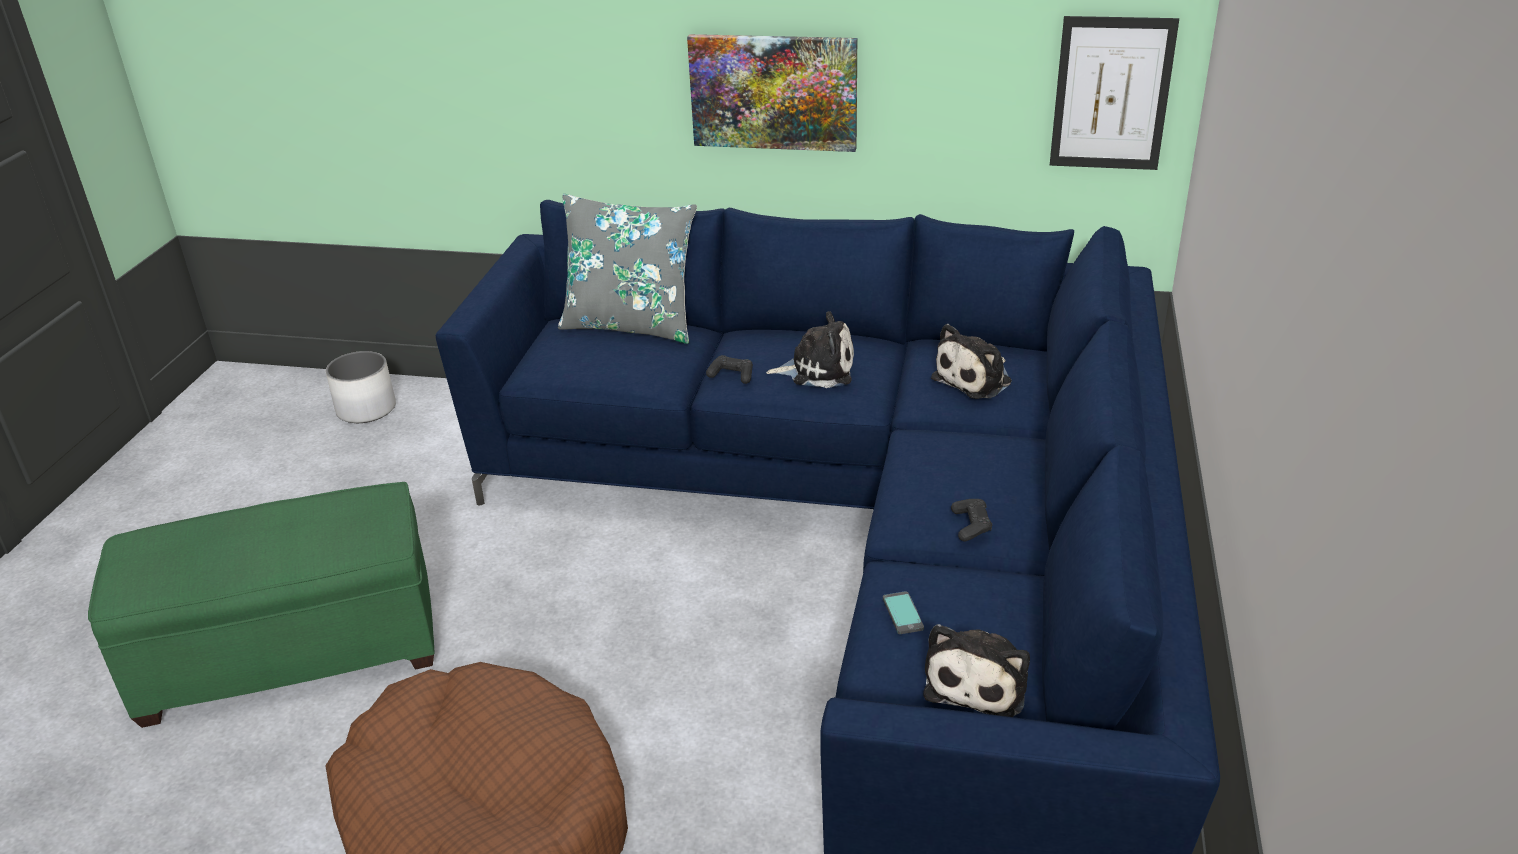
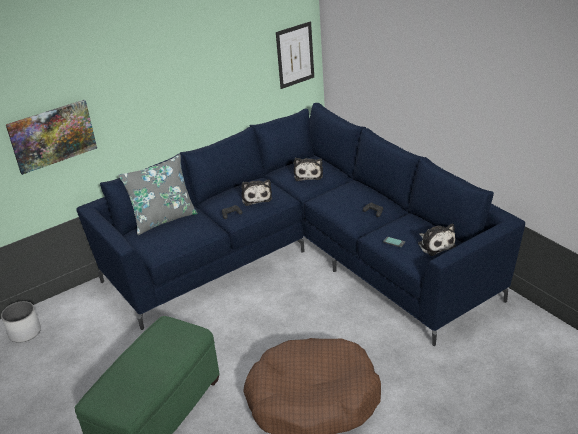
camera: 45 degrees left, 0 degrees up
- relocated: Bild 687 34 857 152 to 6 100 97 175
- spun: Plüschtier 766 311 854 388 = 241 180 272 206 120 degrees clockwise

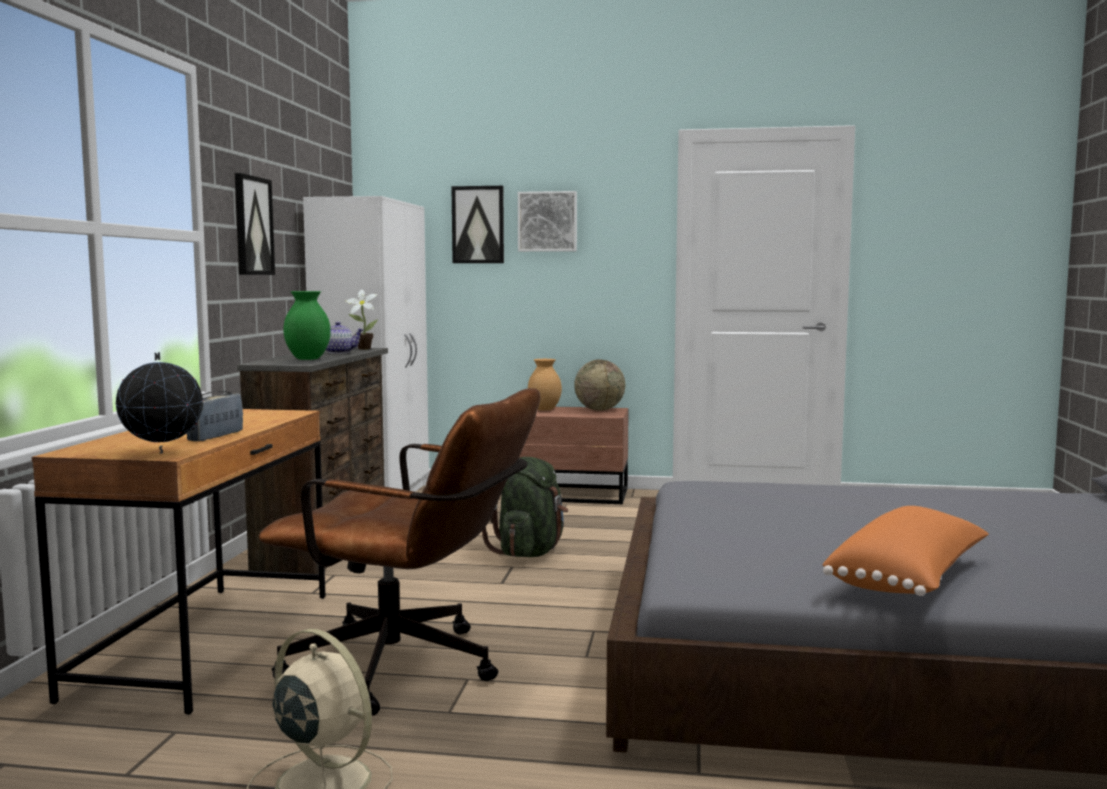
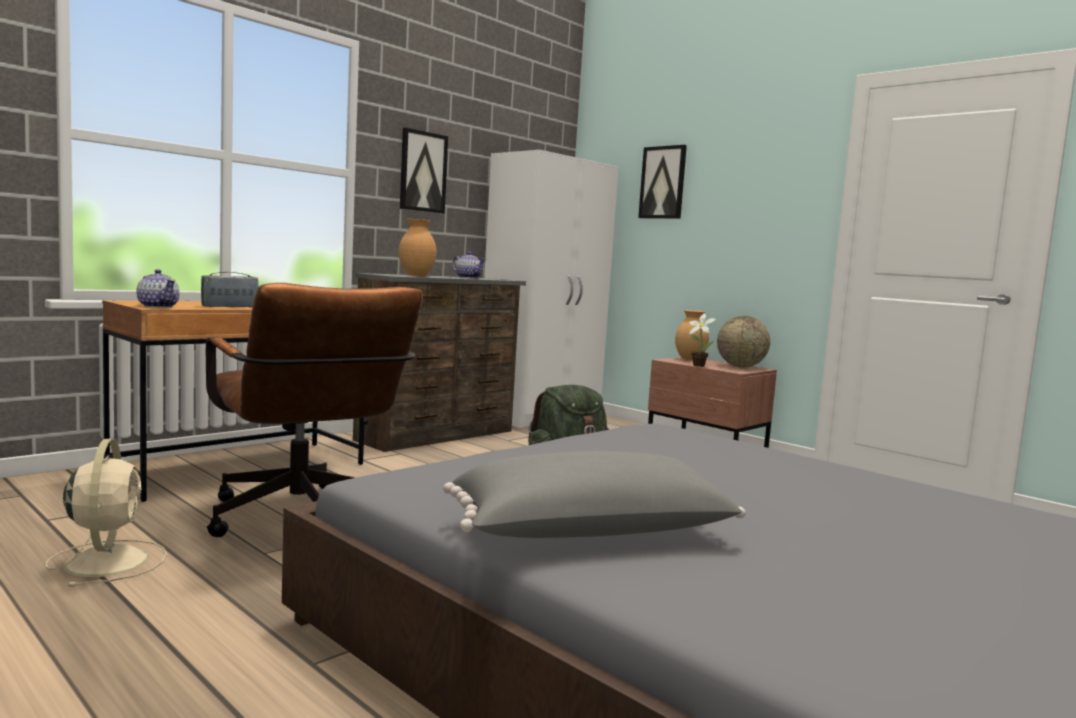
camera: 35 degrees right, 0 degrees up
- missing: Bild 518 191 577 252
- relocated: Topfpflanze 346 289 378 349 to 689 313 716 367
- exchanged: Globus 116 352 203 454 to Teekanne 136 269 180 308
- colour: Vase/grün 283 291 331 360 to Vase/braun 399 219 437 276
- colour: Kissen/orange 823 506 989 596 to Kissen/grau 443 451 746 538

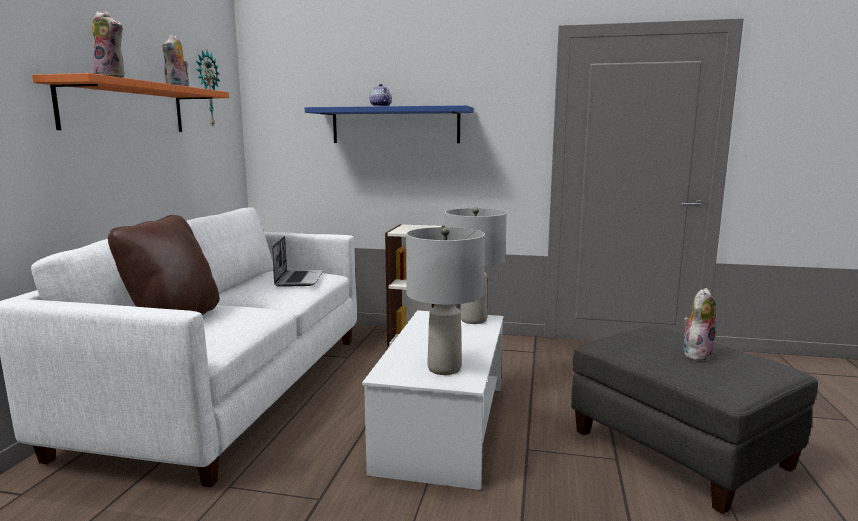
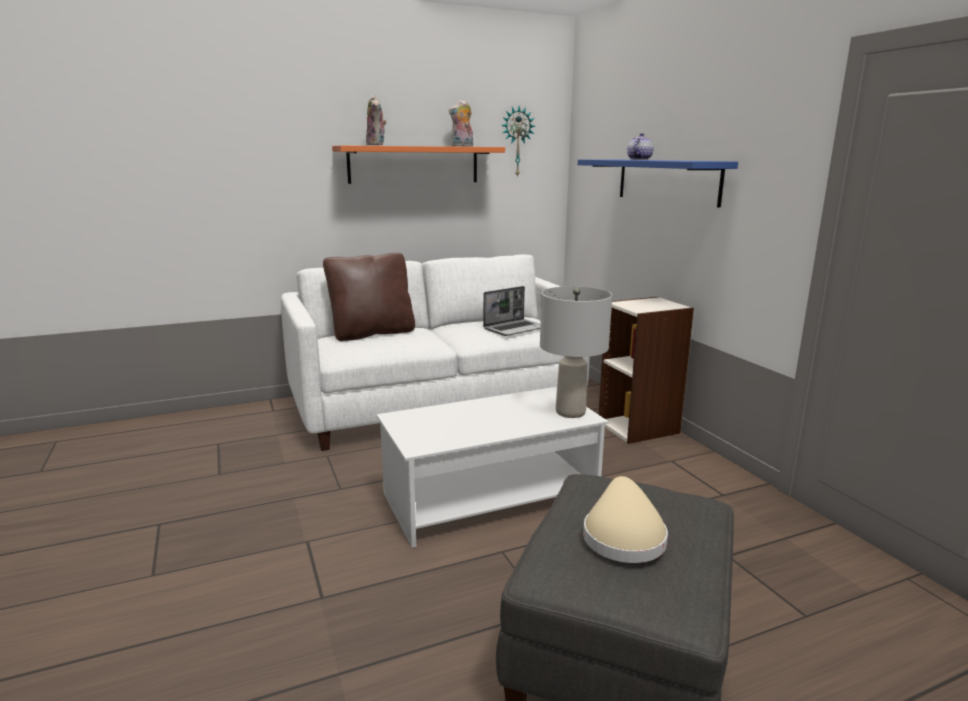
camera: 55 degrees right, 5 degrees up
- missing: Tischlampe/grau 406 227 485 375
- exchanged: Plüschtier 683 288 716 360 to Hut/beige 583 476 668 563

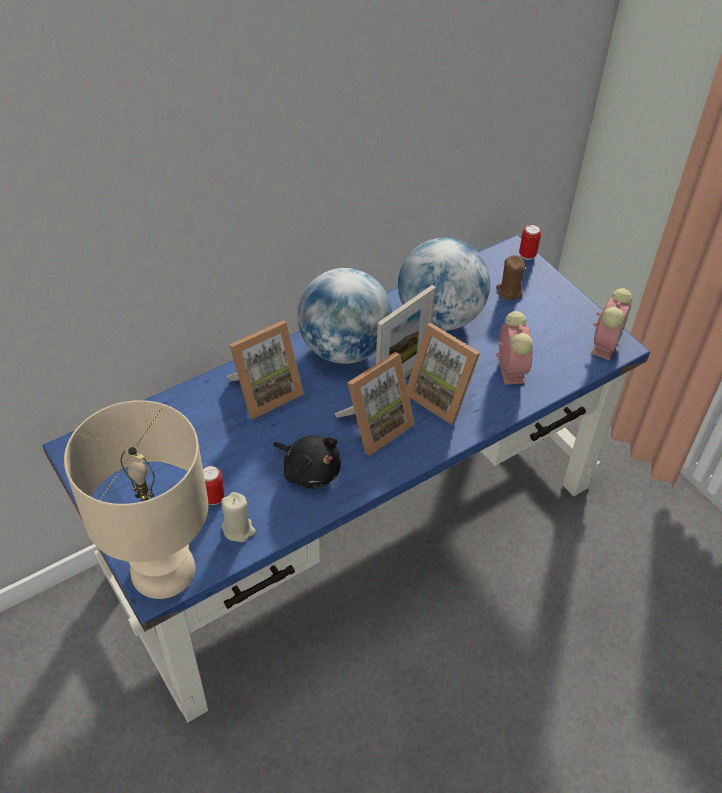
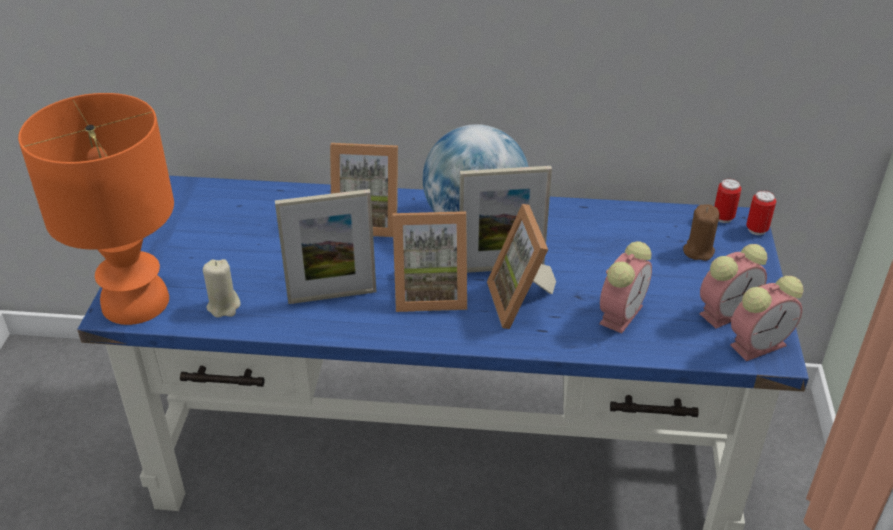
camera: 40 degrees right, 10 degrees down
- missing: Globus 398 238 490 331
- appeared: Wecker 700 244 768 328
- relocated: Dose 203 466 225 505 to 714 178 741 223
- exchanged: Plüschtier/schwarz 273 435 341 489 to Bilderrahmen 275 189 376 304
- colour: Tischlampe/beige 64 400 208 599 to Tischlampe/orange 18 93 174 325

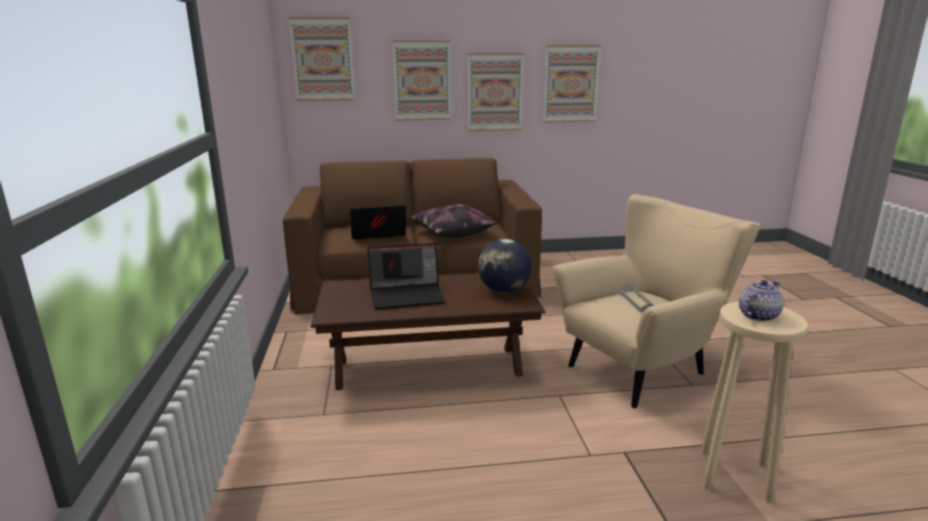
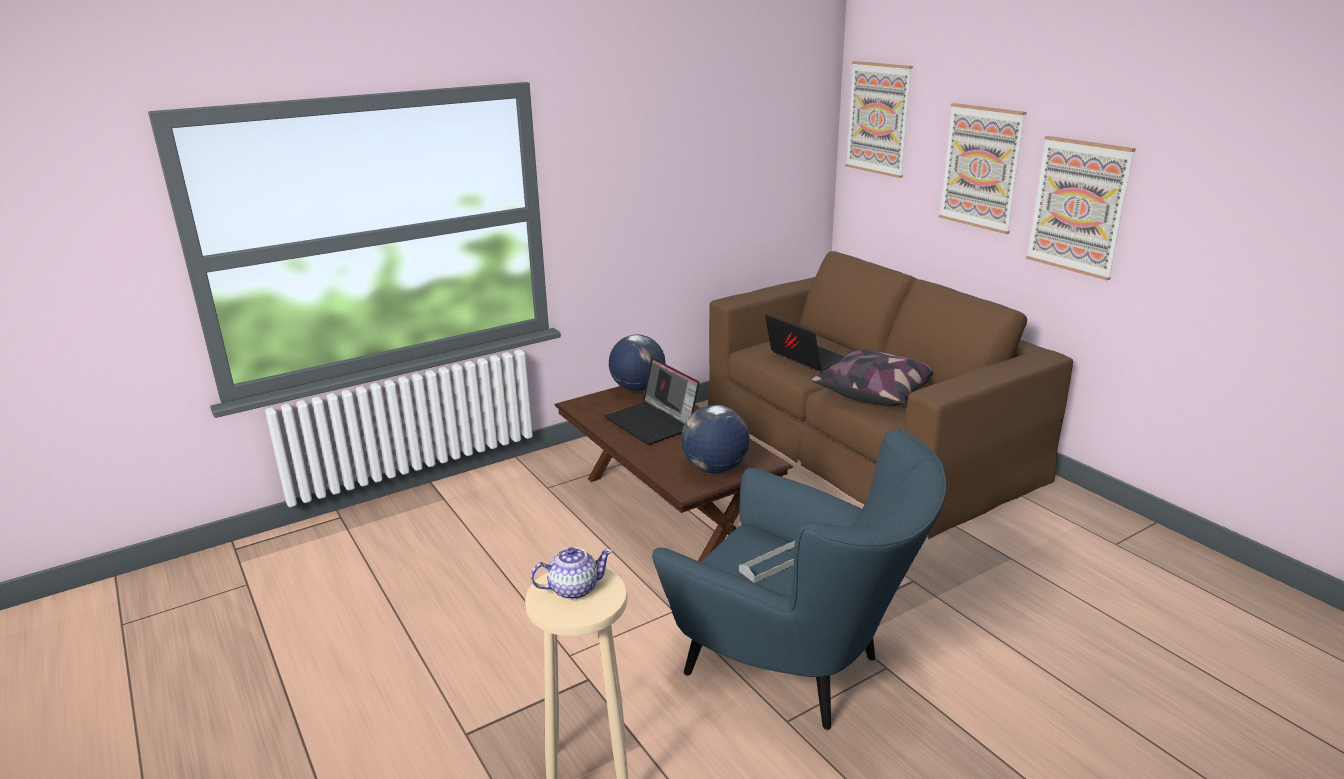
camera: 65 degrees right, 5 degrees up
- missing: Bild 543 45 601 123
- appeared: Globus 609 334 666 392
- colour: Sessel/beige 553 194 761 409 to Sessel/blau 652 430 947 730
- spun: Teekanne 739 280 783 322 = 530 547 613 600 45 degrees counterclockwise

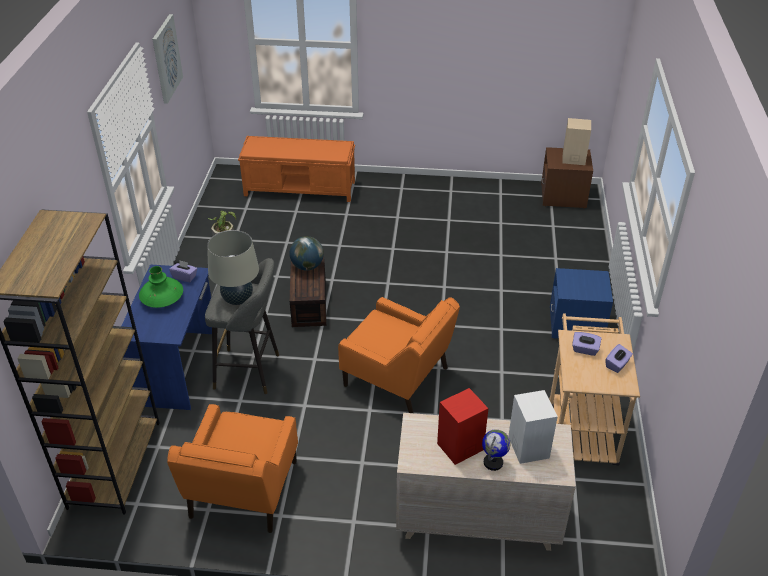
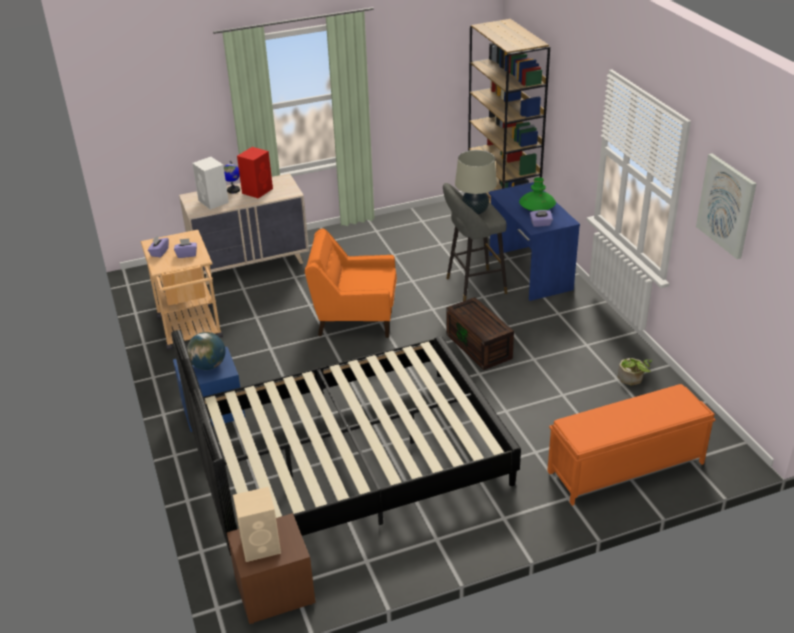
camera: 155 degrees right, 5 degrees down
- missing: Sessel/orange 167 404 298 533
- appeared: Bett/schwarz 171 330 521 556
- relocated: Globus 289 236 324 270 to 187 332 226 370

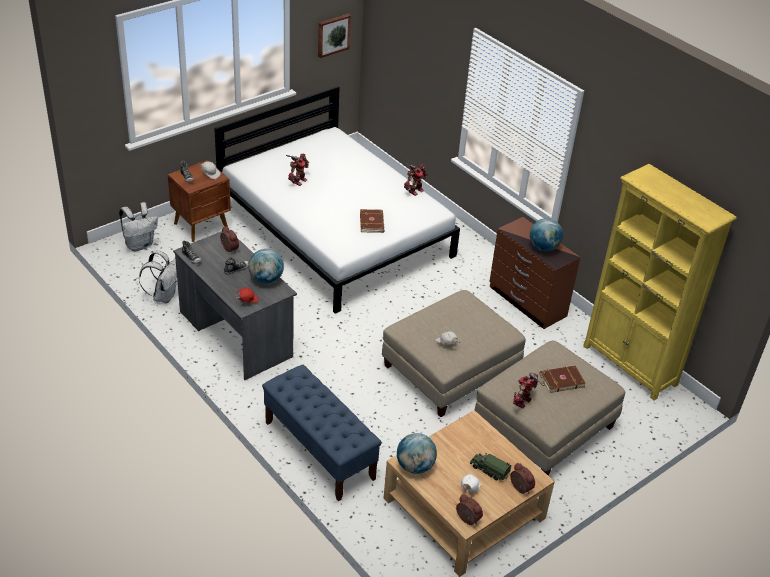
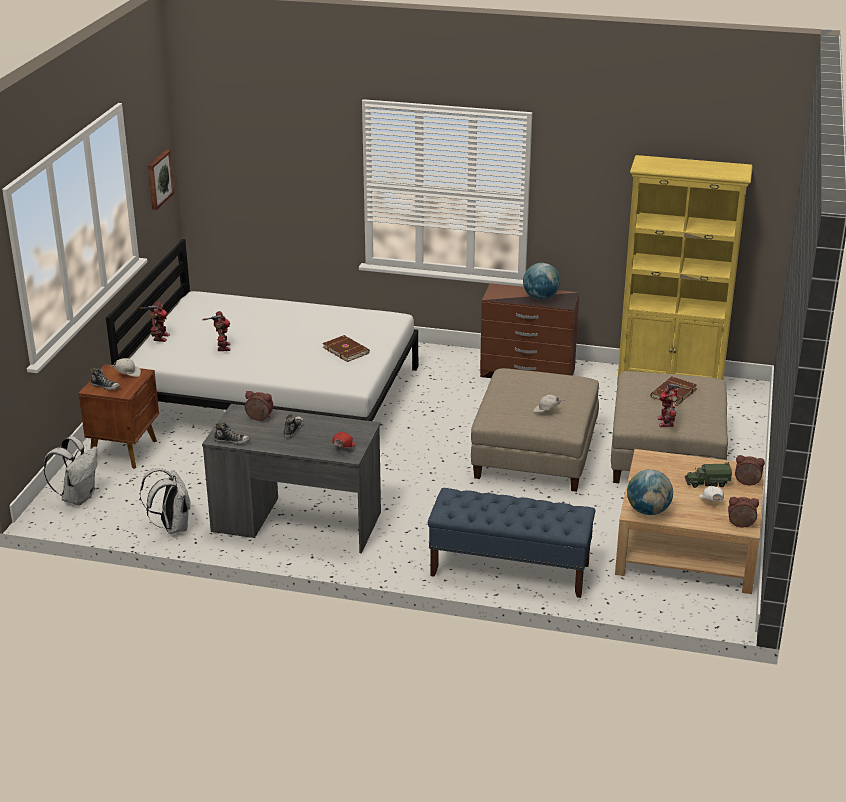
camera: 35 degrees left, 10 degrees down
- missing: Globus 248 249 284 284
- relocated: Spielzeugroboter 404 163 428 196 to 139 302 170 342

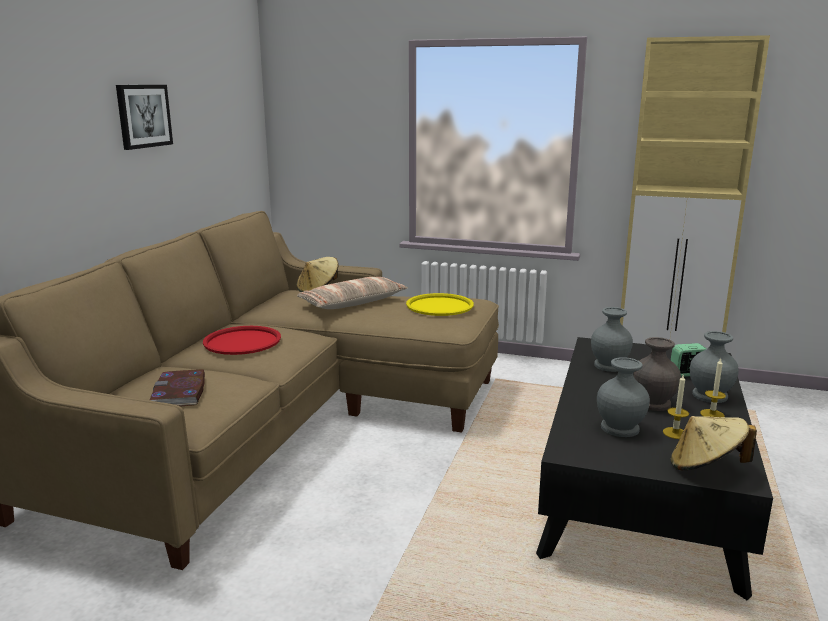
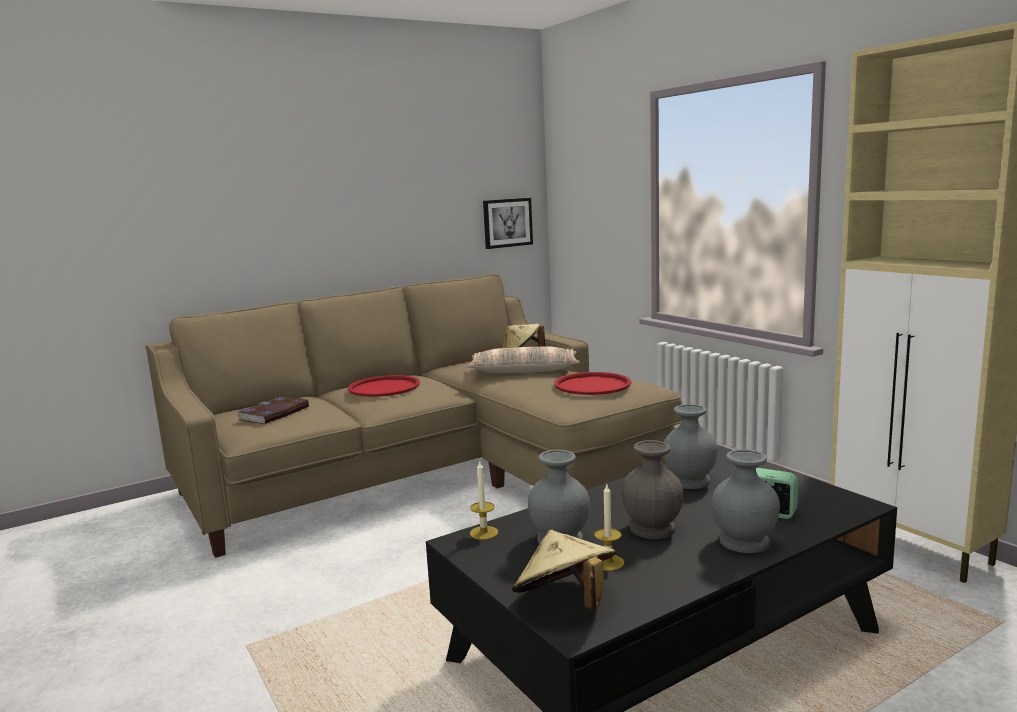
camera: 40 degrees right, 5 degrees down
- relocated: Bild 116 85 173 150 to 483 198 533 249
- relocated: Kerze 700 358 726 417 to 470 460 498 540
- colour: Tablett/gelb 406 293 474 316 to Tablett/rot 554 372 631 395

